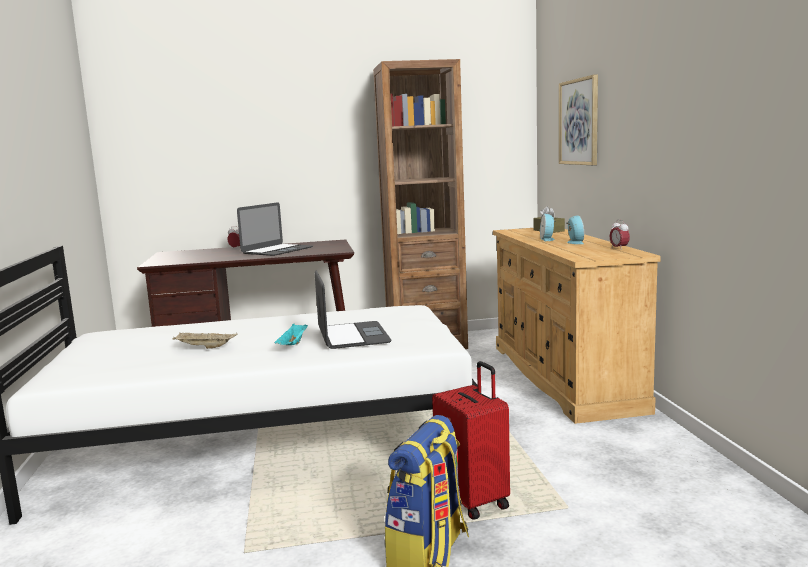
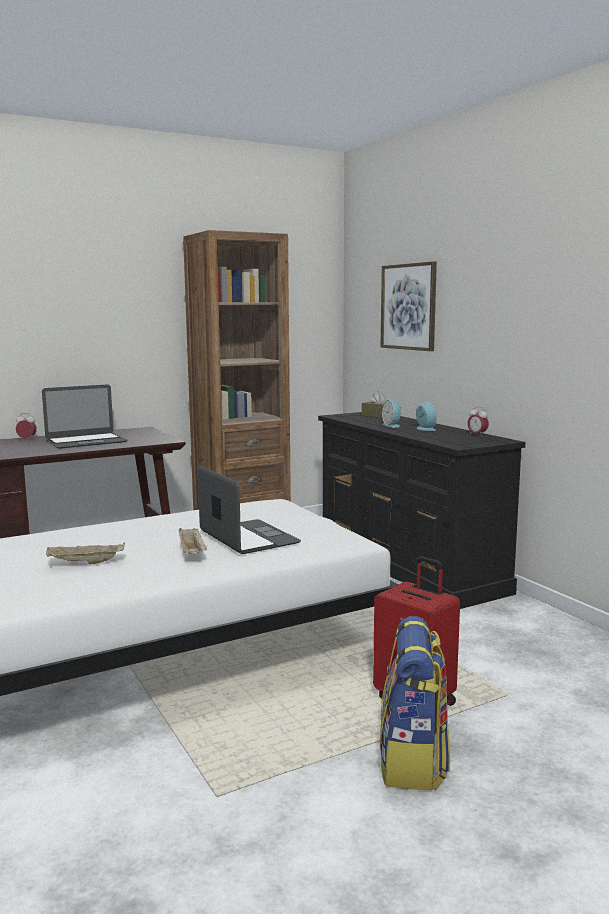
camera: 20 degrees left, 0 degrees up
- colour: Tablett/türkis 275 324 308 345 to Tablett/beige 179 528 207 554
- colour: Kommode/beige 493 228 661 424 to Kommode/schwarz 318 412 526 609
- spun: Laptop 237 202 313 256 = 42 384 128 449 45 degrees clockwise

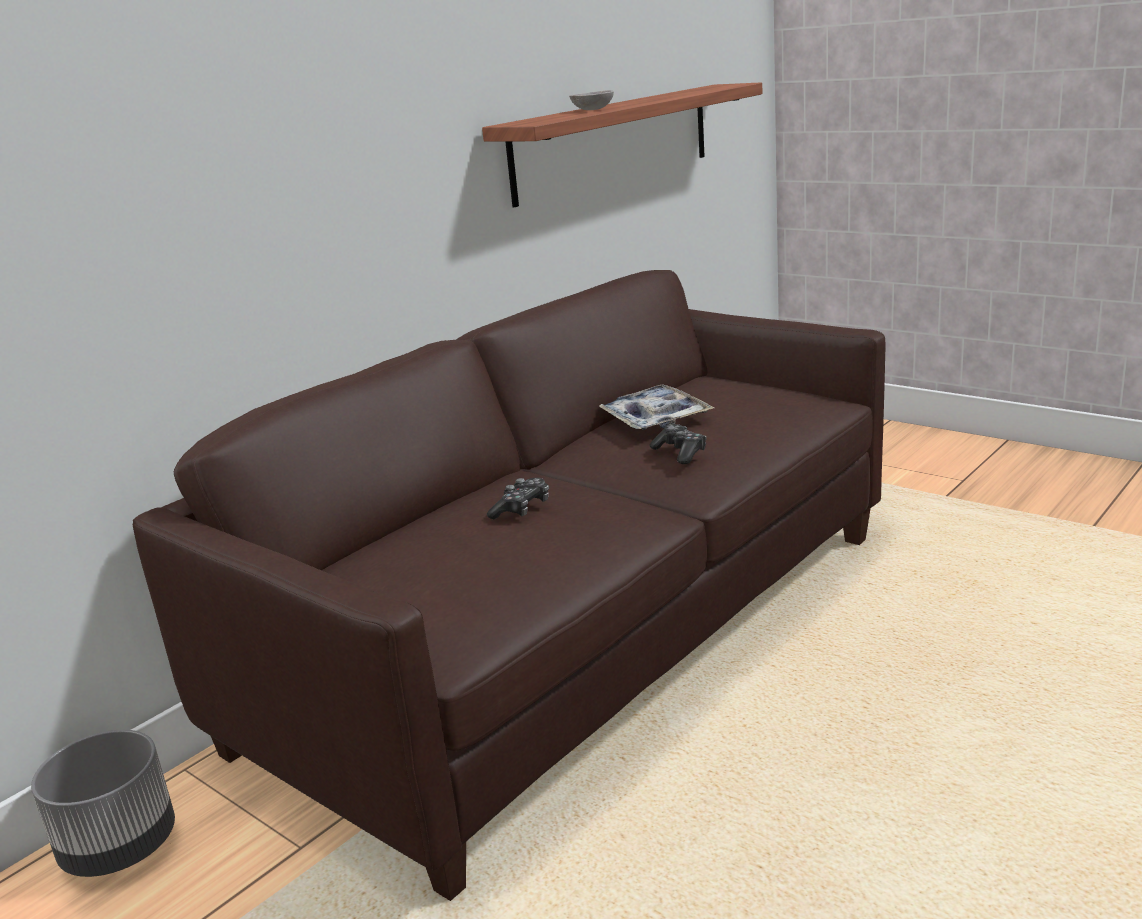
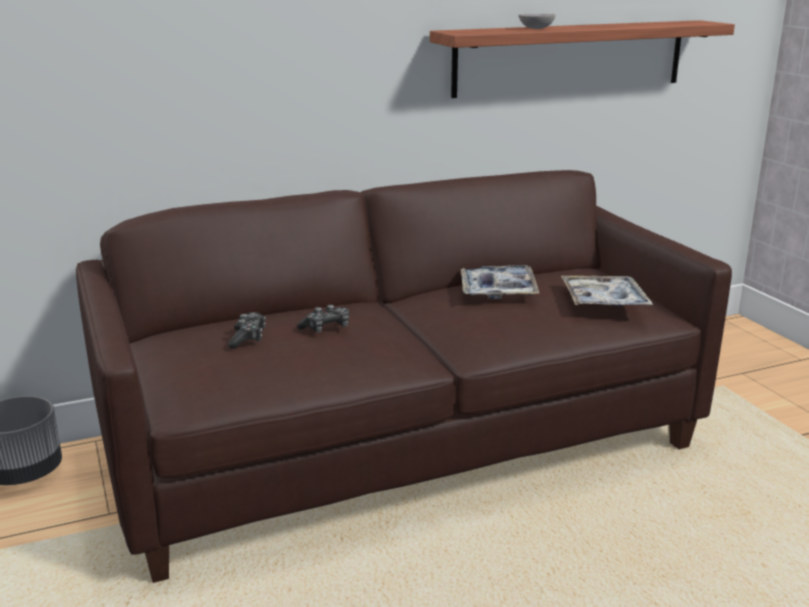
camera: 25 degrees right, 0 degrees up
- appeared: Tablett 561 276 653 307
- relocated: Gamepad 649 424 707 464 to 228 312 266 349

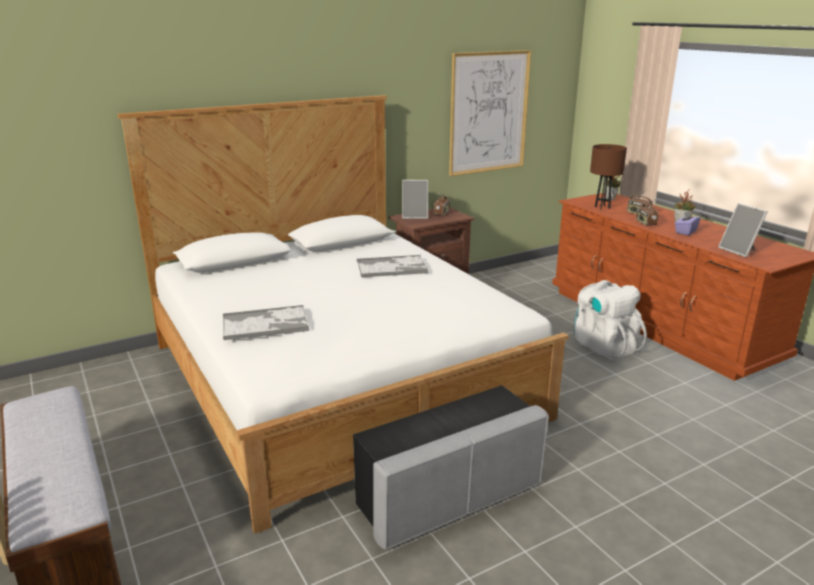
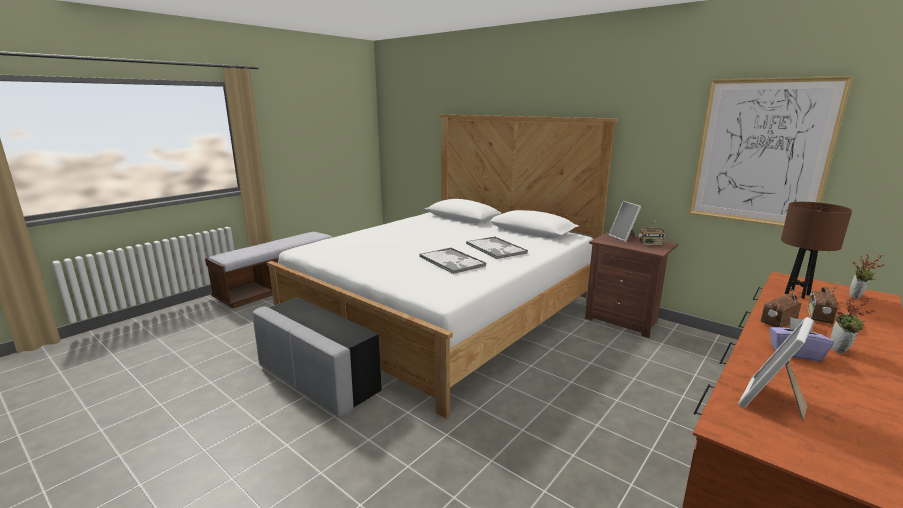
camera: 70 degrees right, 5 degrees down
- missing: Rucksack/weiß 574 280 647 360
- relocated: Tablett 223 305 309 340 to 419 248 486 274

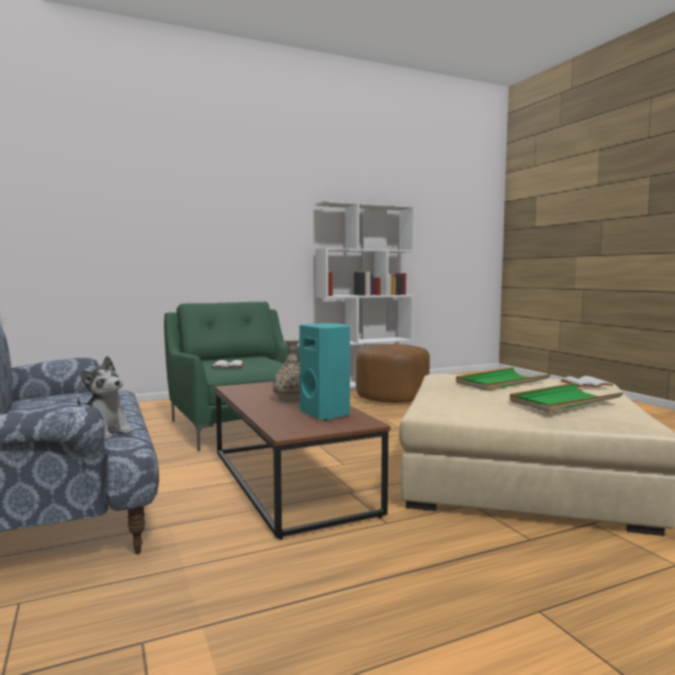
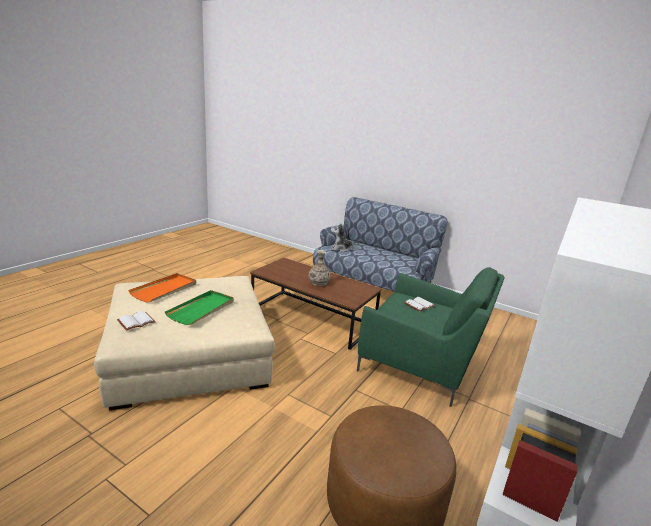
camera: 145 degrees right, 15 degrees up
- missing: Lautsprecher/türkis 299 323 350 420
- colour: Tablett/grün 510 383 623 413 to Tablett/orange 128 273 196 303

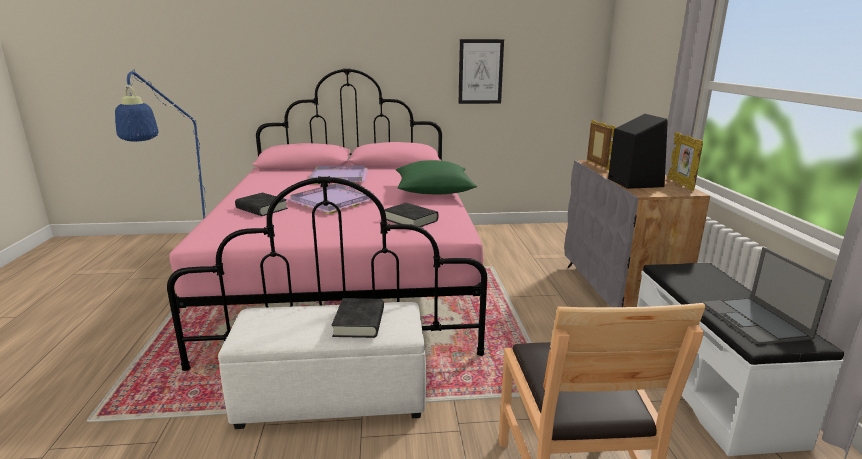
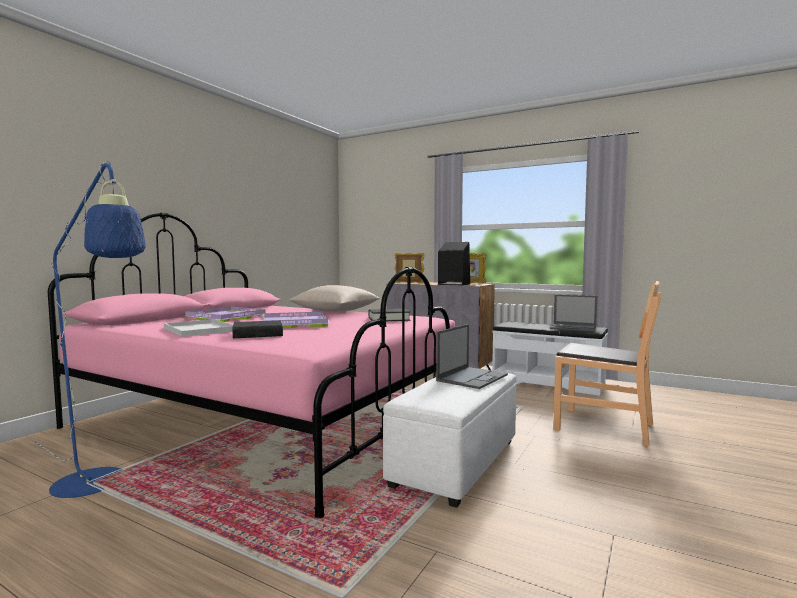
camera: 55 degrees left, 15 degrees down
- missing: Bild 459 39 504 104
- appeared: Tablett/weiß 164 319 233 337
- exchanged: Buch/schwarz 332 298 384 338 to Laptop 436 324 508 389
- colour: Kissen/grün 396 160 477 194 to Kissen/beige 289 285 380 312

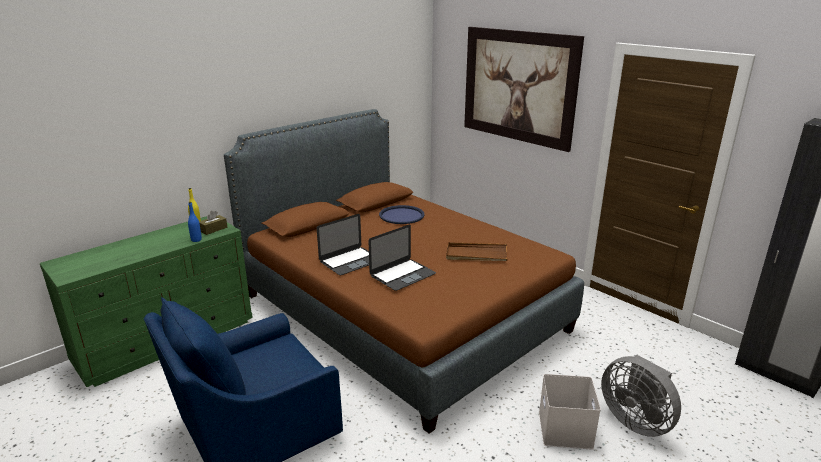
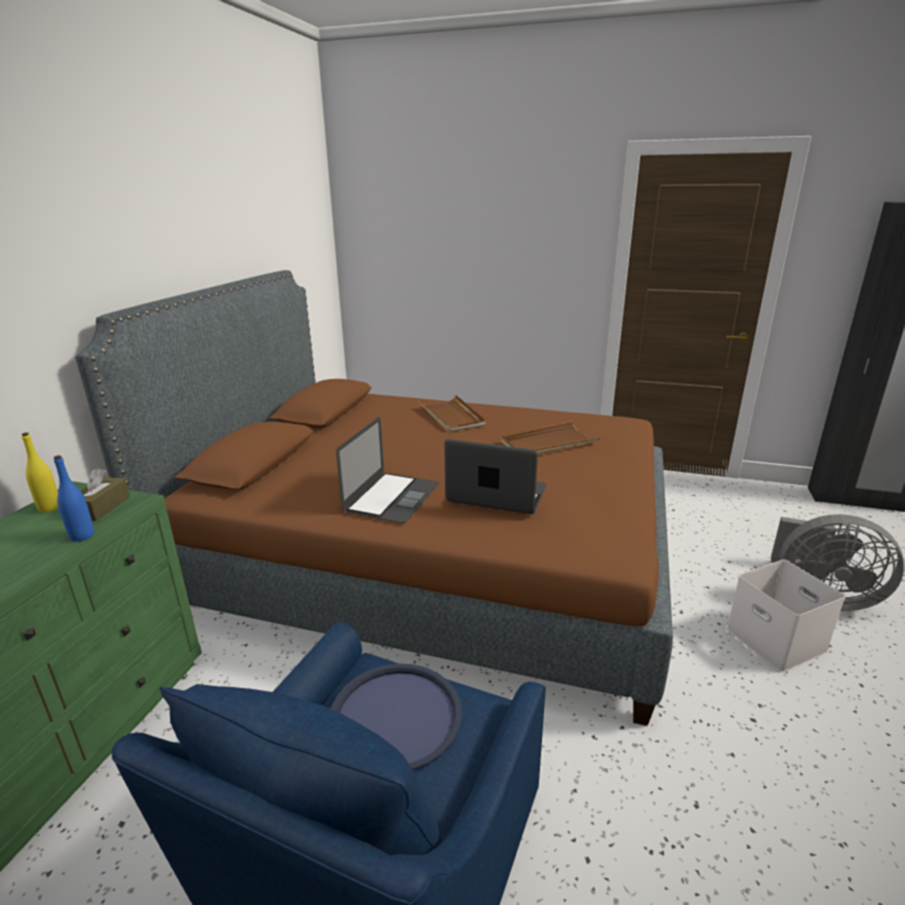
camera: 30 degrees left, 0 degrees up
- missing: Bild 464 27 584 152
- appeared: Tablett/braun 418 395 486 432
- relocated: Tablett/blau 379 205 424 224 to 331 664 462 771
- spun: Laptop 369 225 436 291 = 444 439 546 514 90 degrees counterclockwise

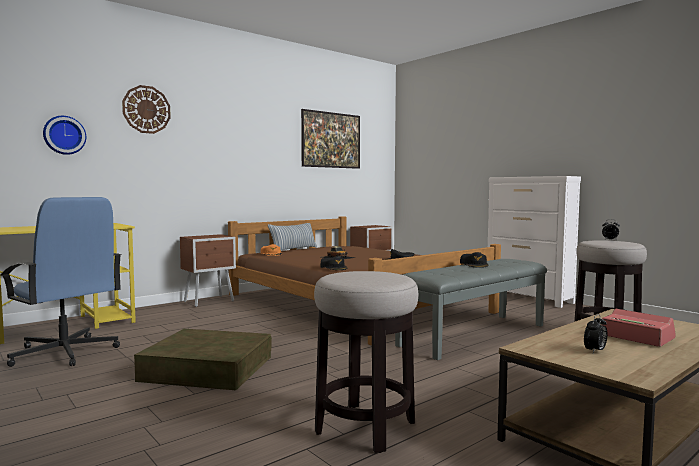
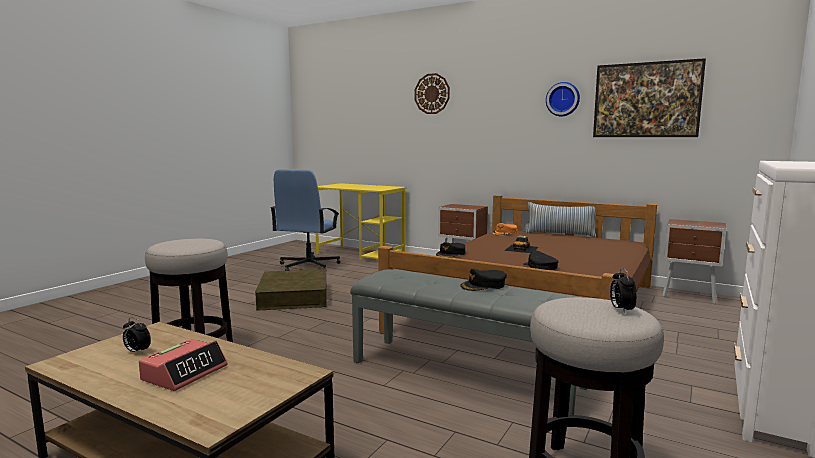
camera: 70 degrees right, 5 degrees up
- relocated: Wanduhr 43 116 86 155 to 546 82 580 116

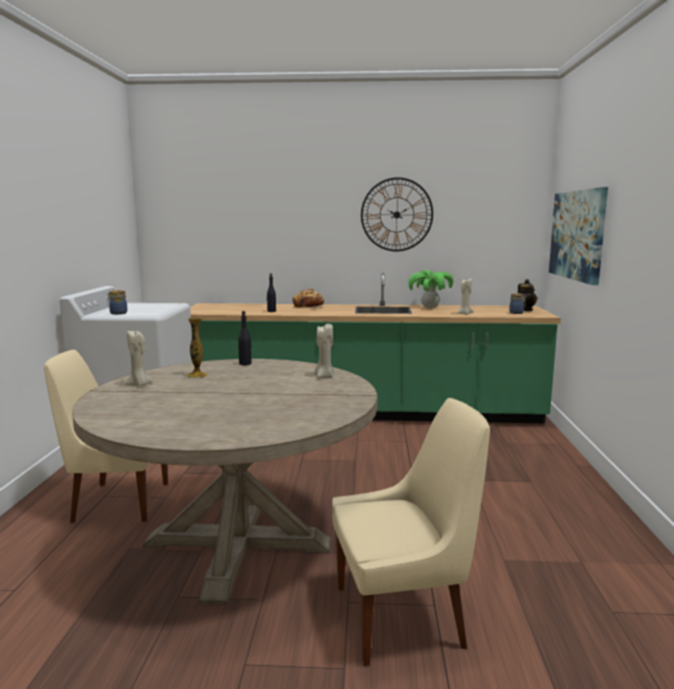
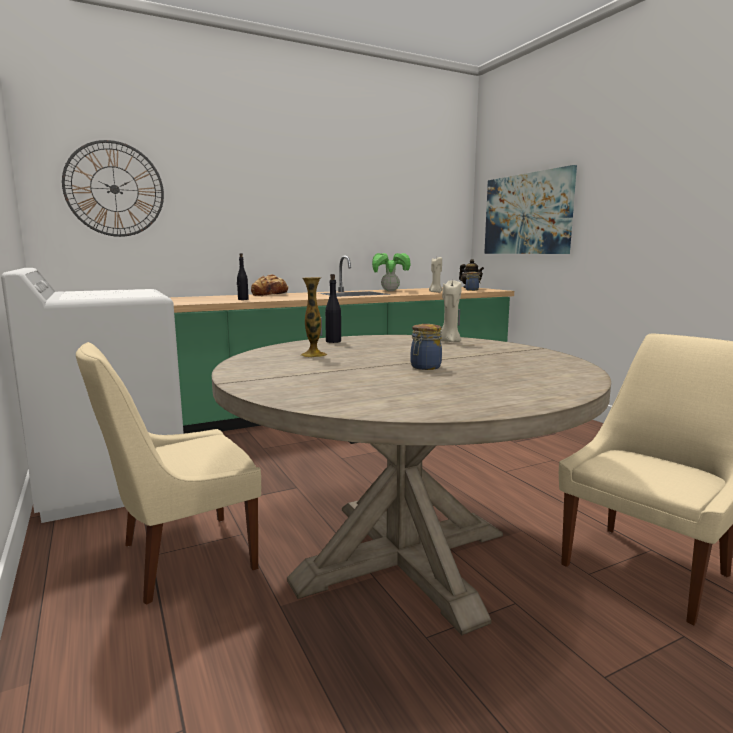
camera: 30 degrees left, 0 degrees up
- missing: Kerze/beige 125 330 153 386
- relocated: Vorratsglas 107 290 127 315 to 410 324 442 370
- relocated: Wanduhr 361 177 433 251 to 62 140 164 237

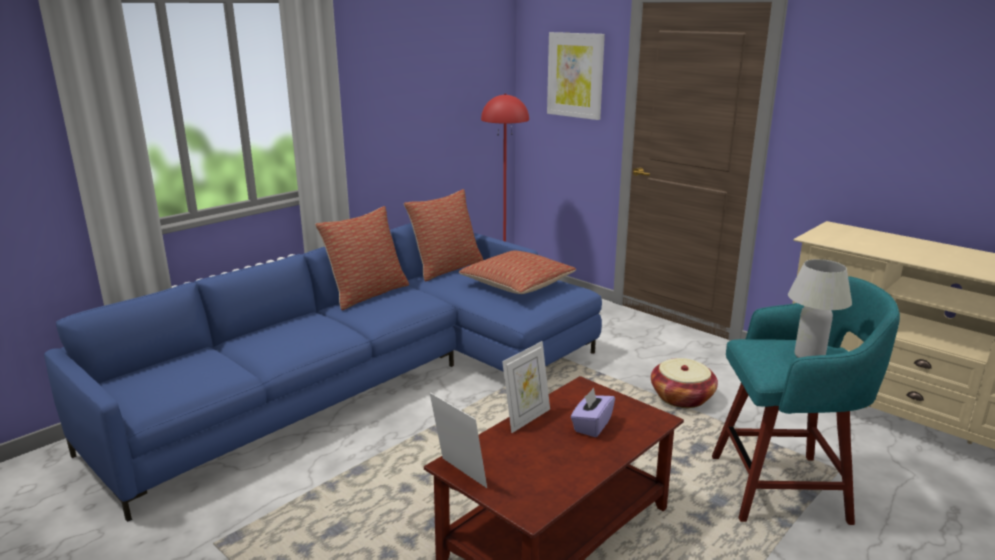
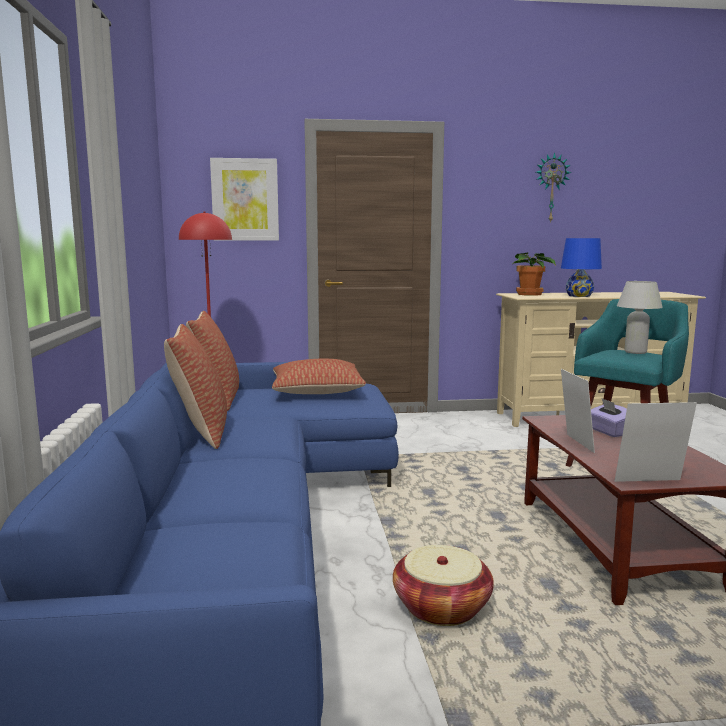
camera: 50 degrees left, 10 degrees down
- appeared: Topfpflanze 513 253 556 296
- appeared: Wanduhr 536 152 571 223
- appeared: Tischlampe/blau 561 238 602 297
- relocated: Korb 651 358 718 408 to 393 545 494 626

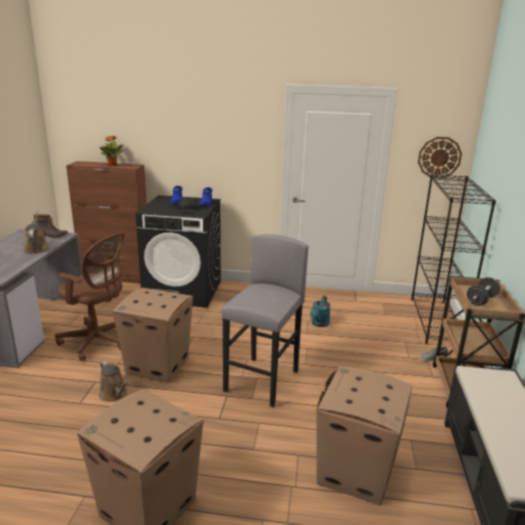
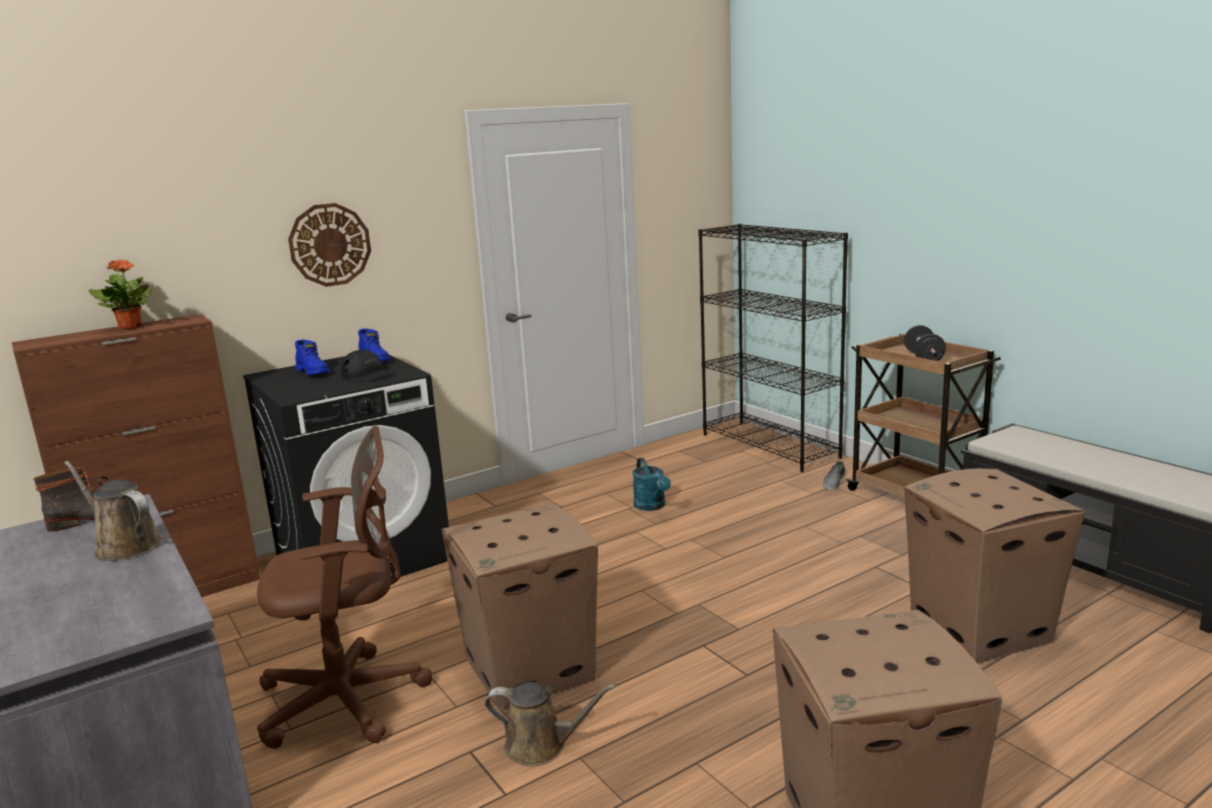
camera: 40 degrees left, 5 degrees down
- missing: Hocker/grau 221 234 309 407
- relocated: Wanduhr 418 137 462 179 to 288 203 371 287

